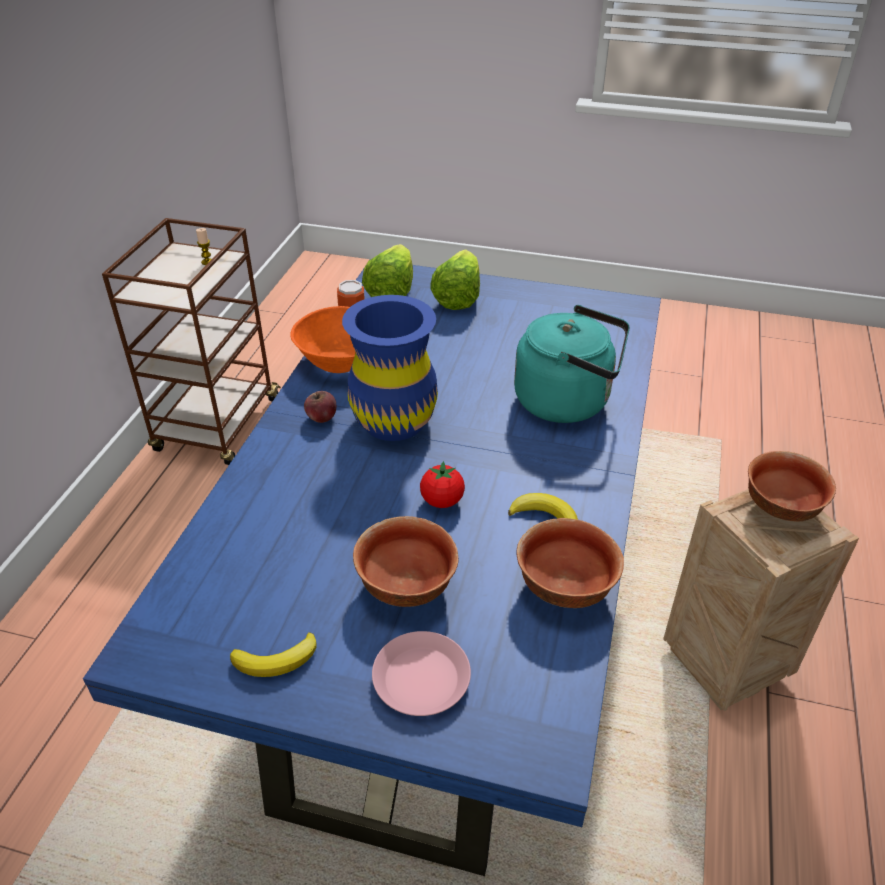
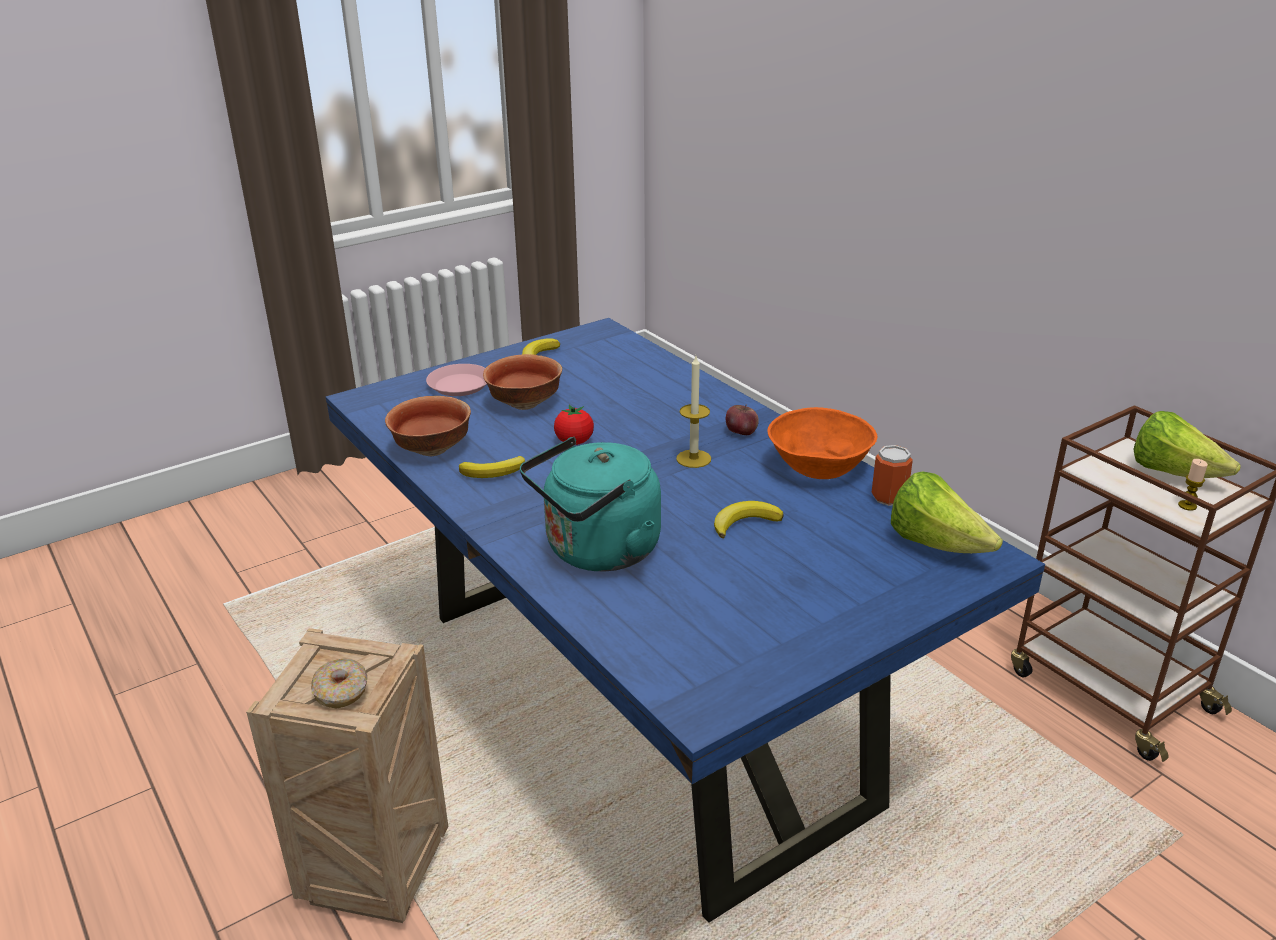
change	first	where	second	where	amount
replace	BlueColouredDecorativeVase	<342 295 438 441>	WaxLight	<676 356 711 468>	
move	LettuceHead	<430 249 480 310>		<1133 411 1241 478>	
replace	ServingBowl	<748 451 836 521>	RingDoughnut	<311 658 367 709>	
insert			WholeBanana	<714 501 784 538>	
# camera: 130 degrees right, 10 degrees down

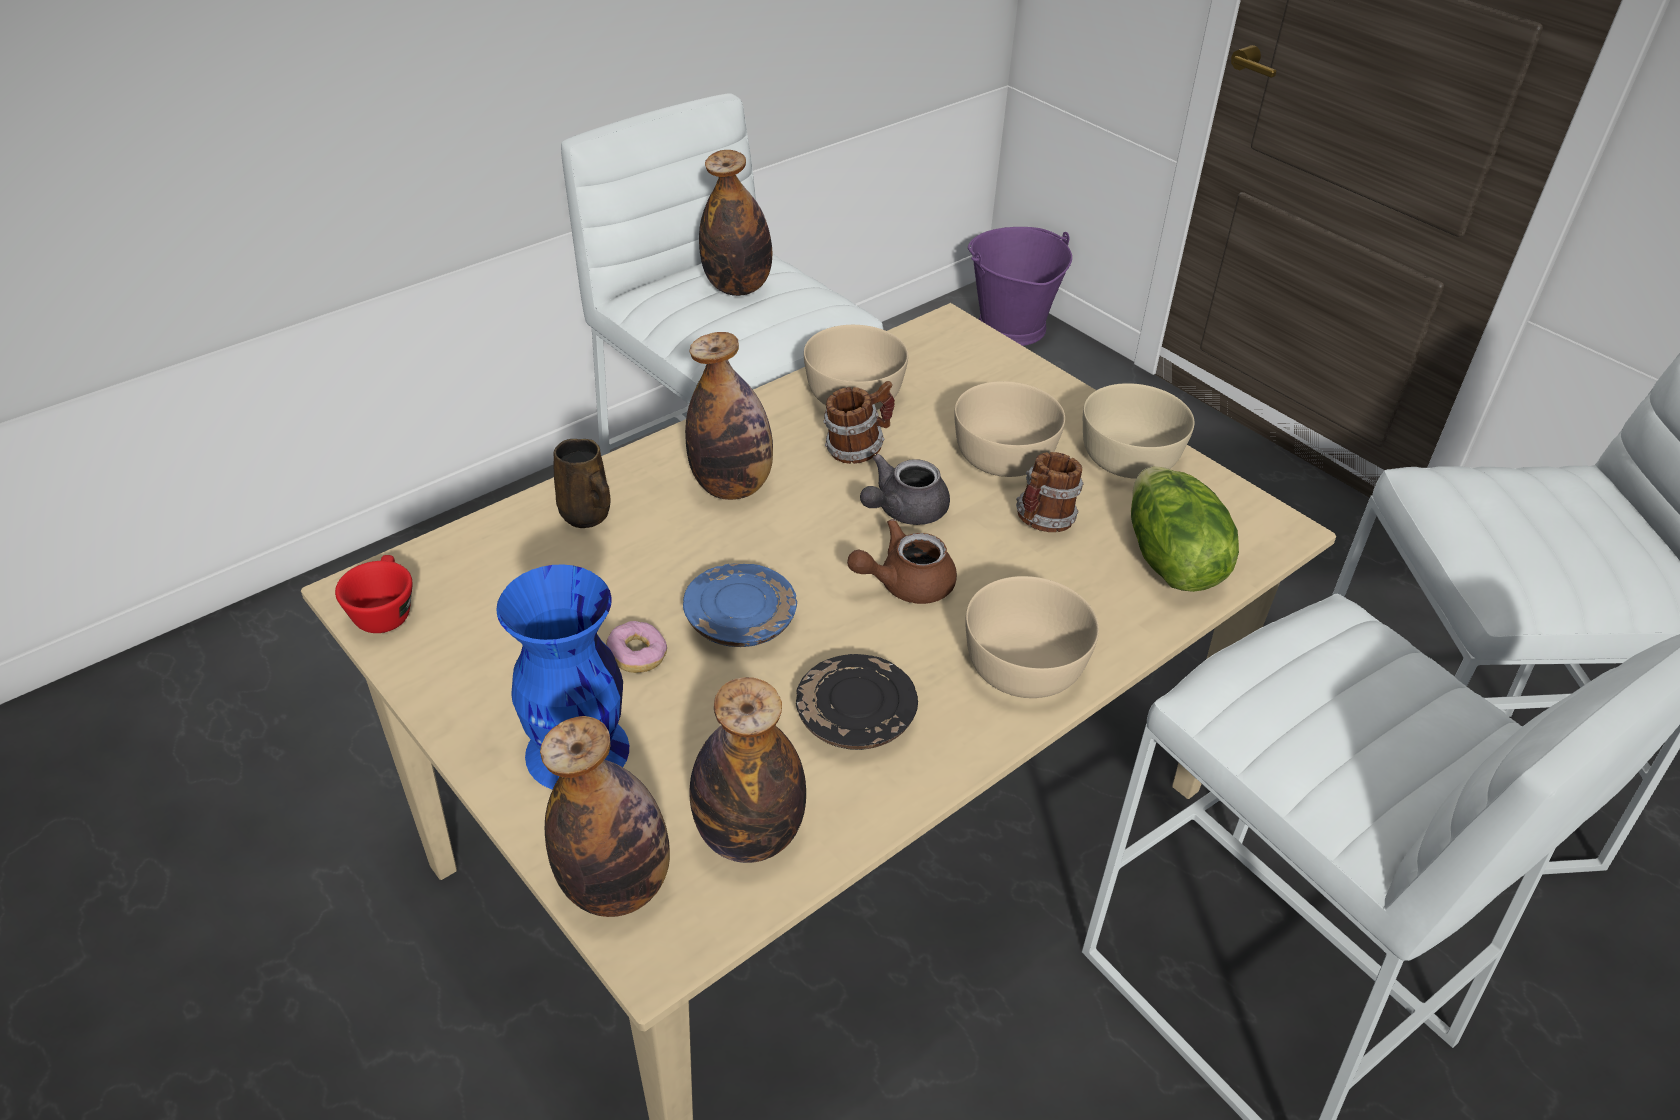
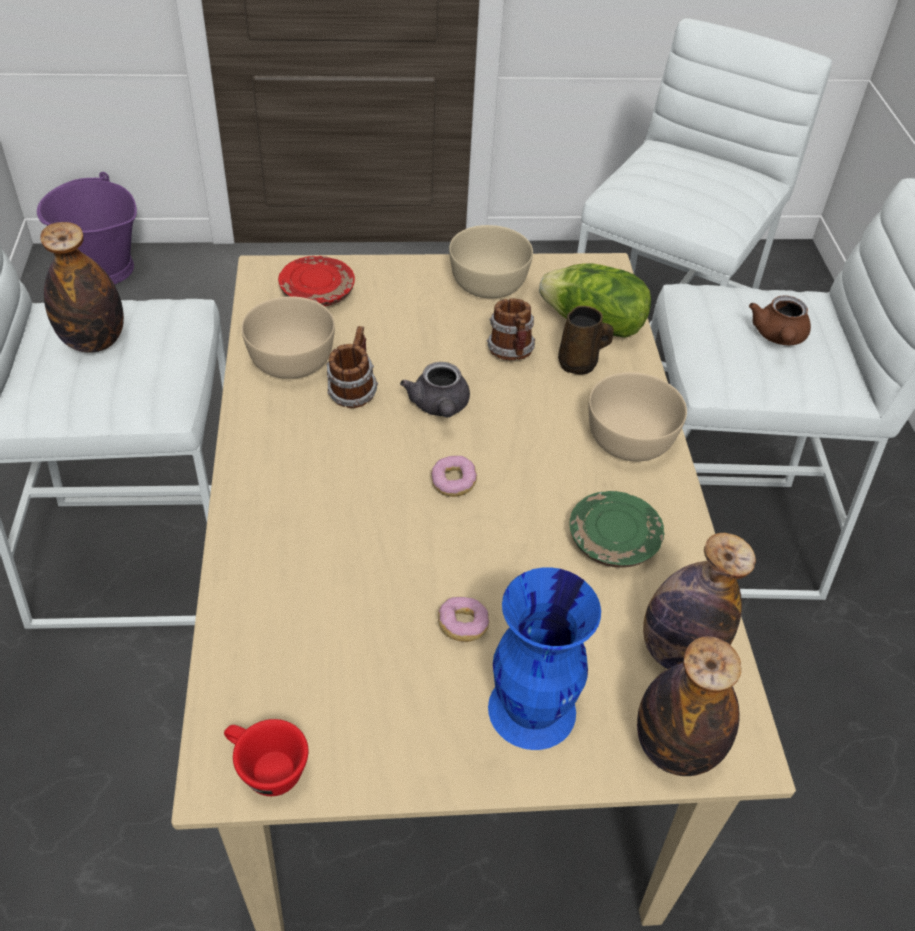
change	first	where	second	where	amount
move	BrownMug	<553 439 611 528>		<558 306 614 375>	
delete	BlueColouredPlate	<683 563 797 647>			
delete	Bottle	<685 332 773 500>			
recolor	BlackishPlate	<796 654 918 750>	GreenishPlate	<569 491 665 568>	
move	BrownPotForTea	<847 519 957 604>		<749 295 811 345>	
delete	SandColouredServingBowl	<954 381 1065 477>			
insert			RedPlate	<278 256 355 306>	
insert			RingDoughnut	<431 456 477 497>	
# camera: 55 degrees left, 5 degrees up

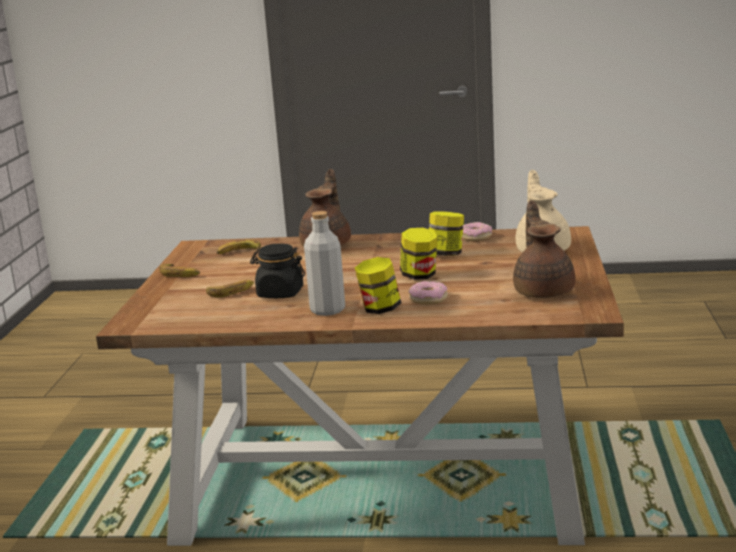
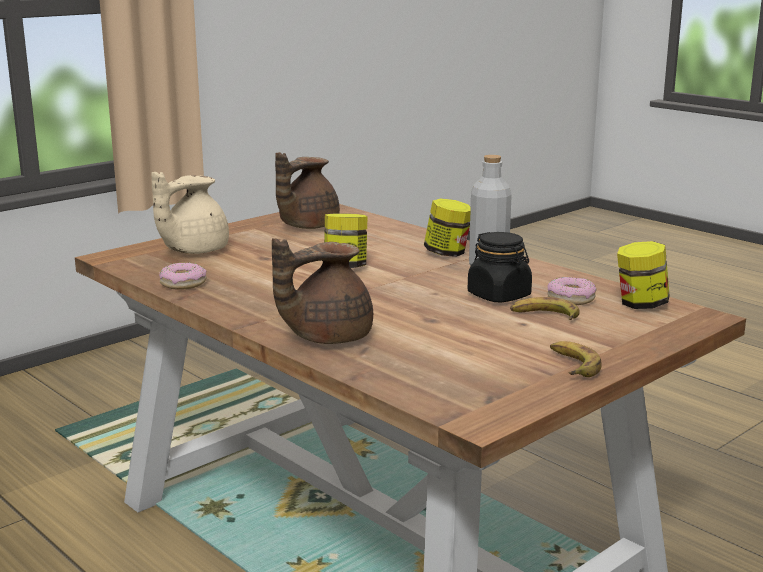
change	first	where	second	where	amount
delete	WholeBanana	<216 239 261 254>			
move	RingDoughnut	<409 281 448 305>		<548 277 597 305>	
move	PreserveJar	<429 212 464 256>		<617 241 670 309>	
# camera: 140 degrees left, 0 degrees up

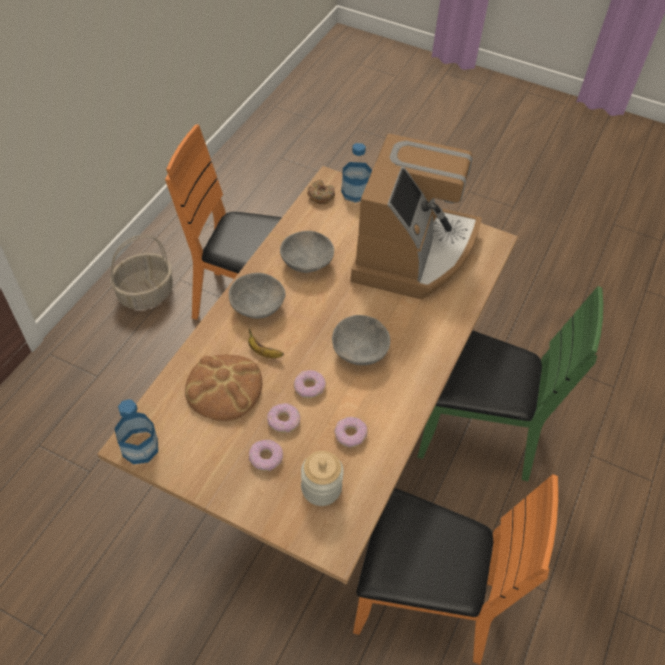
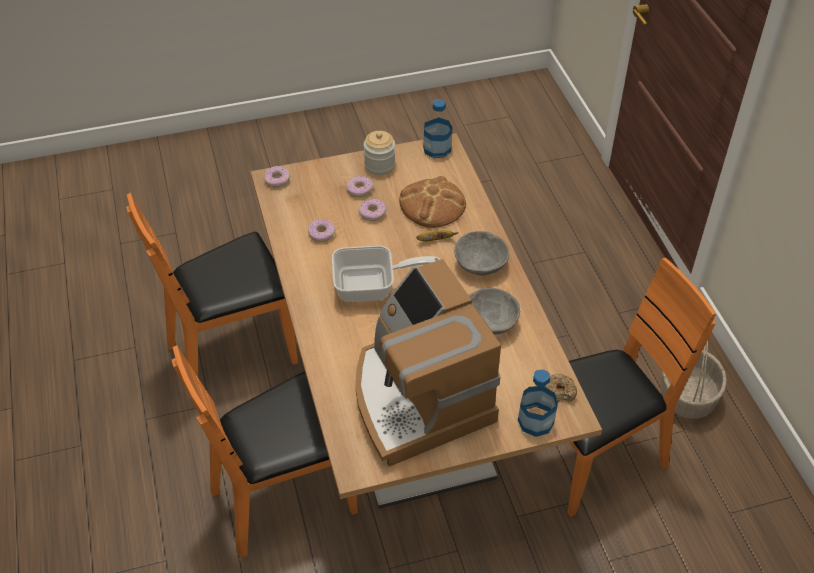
change	first	where	second	where	amount
move	RingDoughnut	<294 370 326 398>		<264 166 290 187>	
move	PreserveJar	<301 451 344 506>		<364 131 395 175>	
replace	GreyServingBowl	<332 315 390 365>	FryingPan	<332 245 440 302>	
recolor	GreenishUprightChair	<417 286 603 481>	OrangeUprightChair	<172 345 358 558>	
# camera: 140 degrees right, 5 degrees down

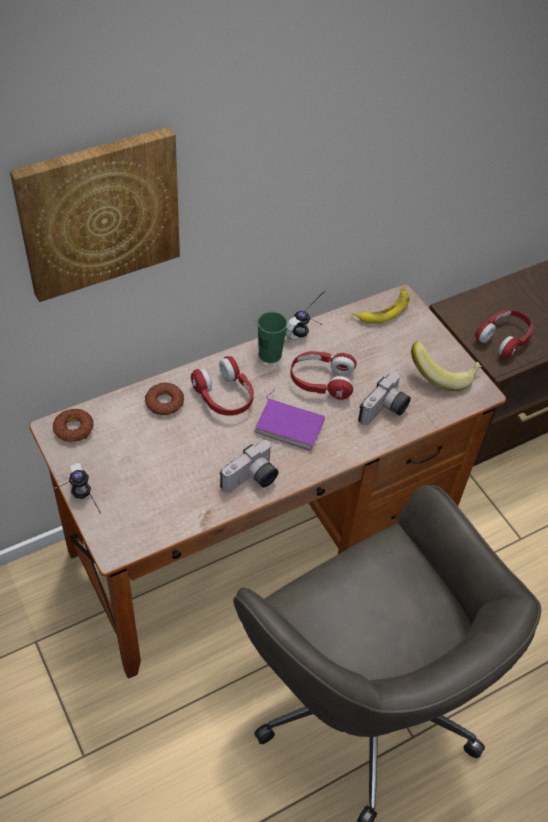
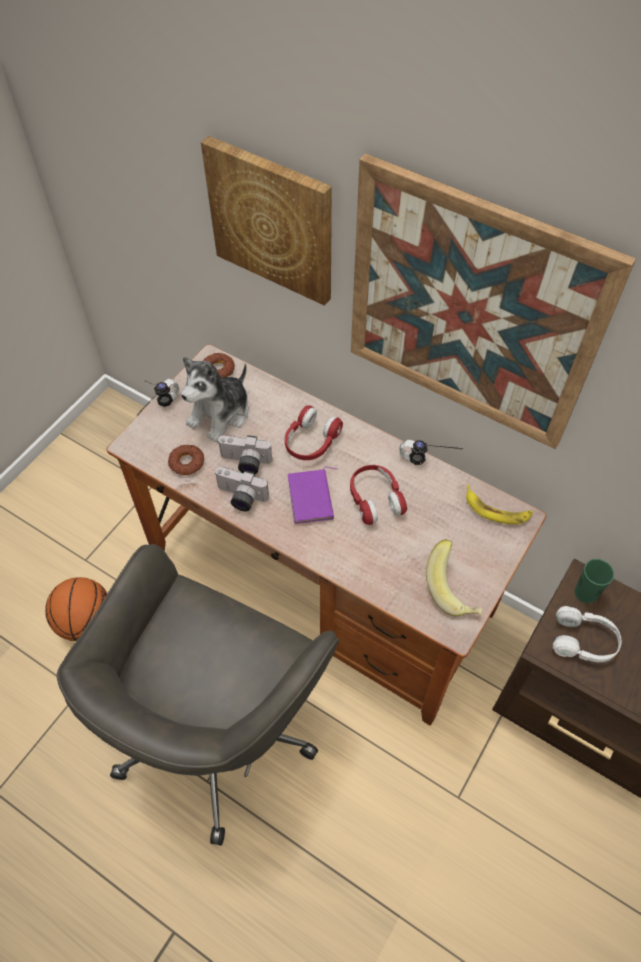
change	first	where	second	where	amount
move	RingDoughnut	<145 382 184 415>		<168 445 204 475>	
move	GreenishDrinkingCup	<258 312 287 363>		<575 559 614 603>	
move	PhotoCamera	<358 372 411 426>		<217 435 272 474>	
recolor	RedHeadset	<475 310 533 359>	WhitishHeadset	<553 606 621 662>	
insert			BallForBasketball	<45 577 108 641>	
insert			PlushToy	<181 357 248 442>	
insert			WallArt	<351 153 636 449>	
# camera: 65 degrees right, 5 degrees up

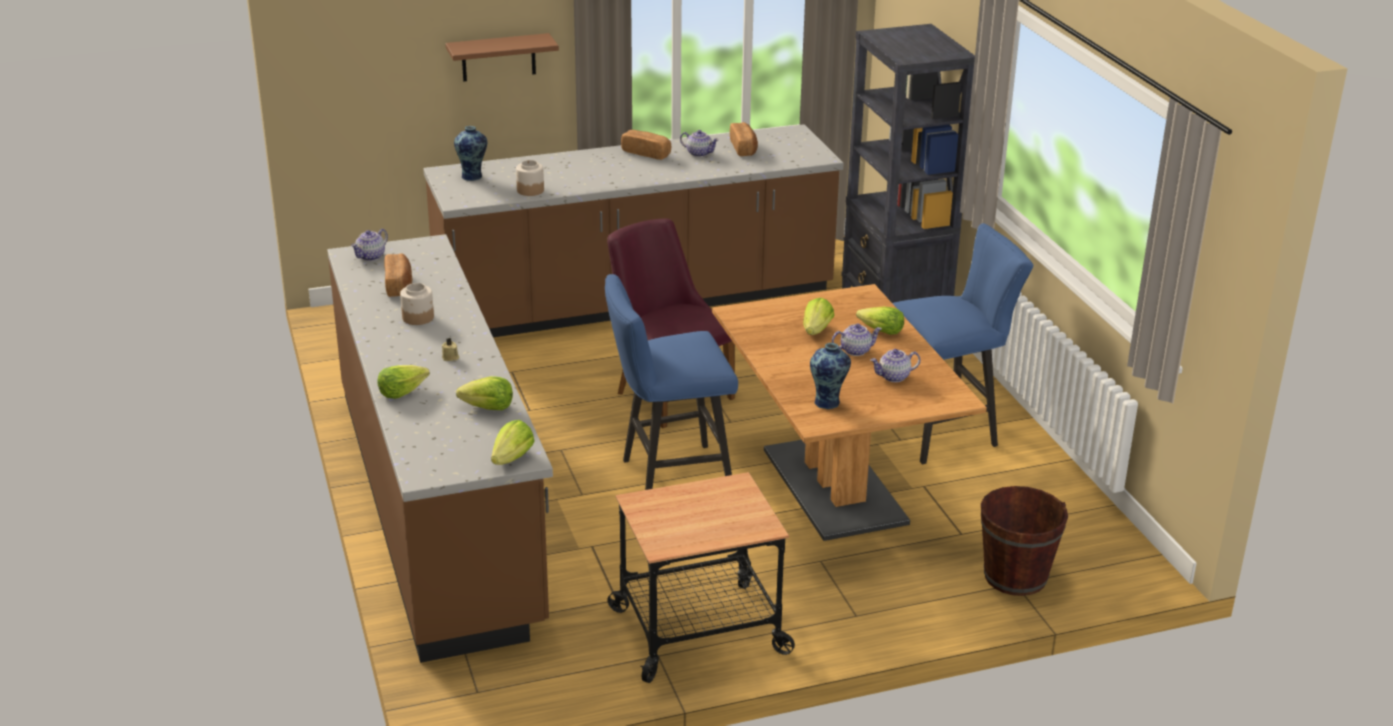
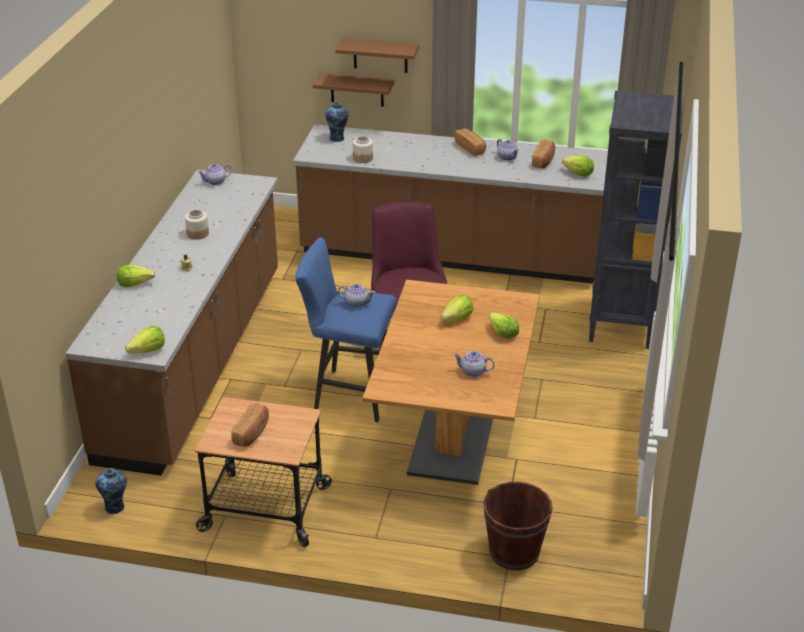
change	first	where	second	where	amount
move	BakeryBread	<384 253 412 297>		<231 403 269 447>	
move	LettuceHead	<456 376 513 410>		<562 156 594 177>	
move	DecorativeVase	<810 343 851 410>		<95 468 127 514>	
move	PotForTea	<832 324 882 356>		<338 284 375 308>	
delete	BlueColouredSittingStool	<892 223 1033 465>			
insert			BrownWallShelf	<313 73 394 107>	
# camera: 30 degrees right, 5 degrees up

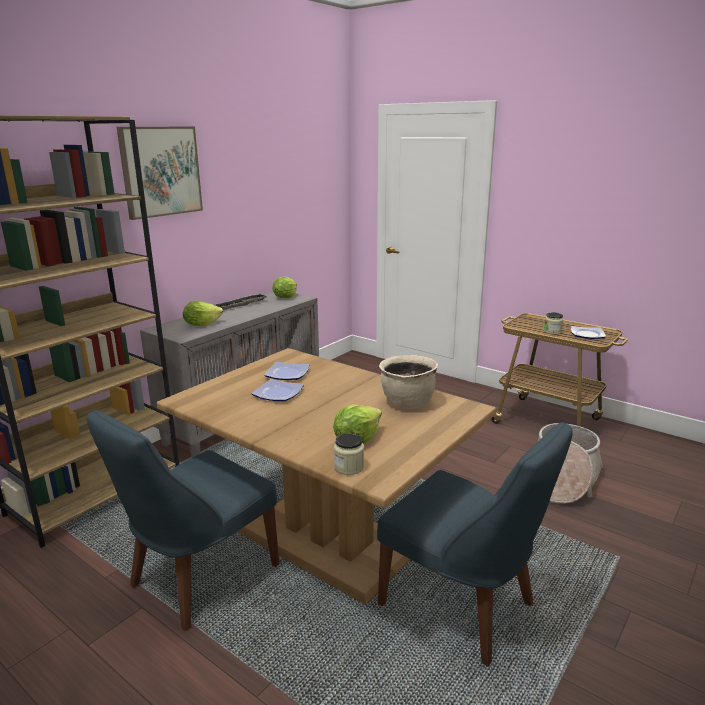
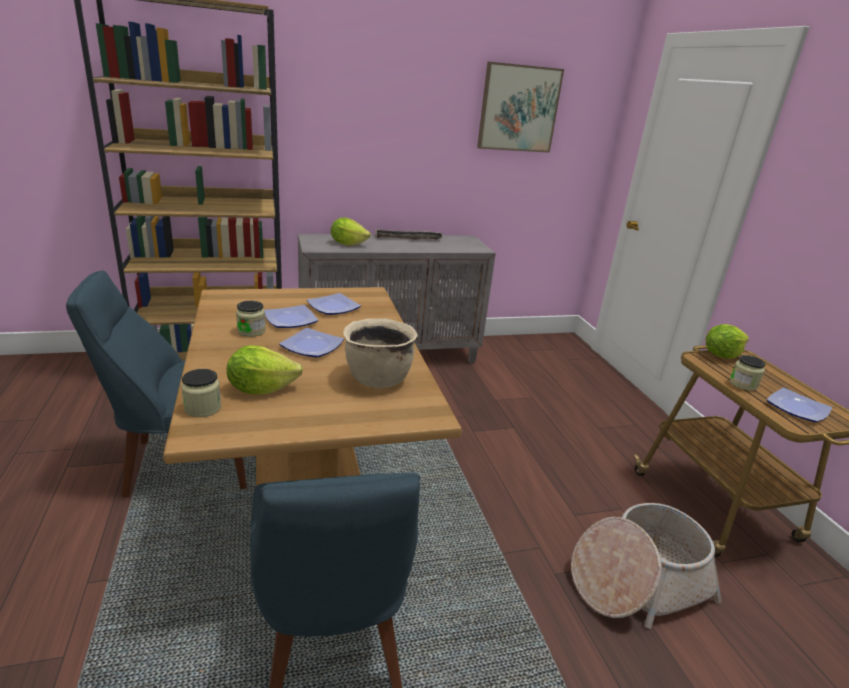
change	first	where	second	where	amount
move	WallArt	<117 127 203 220>		<477 62 564 153>	
move	LettuceHead	<273 277 297 298>		<706 324 749 359>	
insert			PreserveJar	<236 301 266 337>	
insert			Plate	<279 328 344 358>	
# camera: 35 degrees right, 5 degrees up

